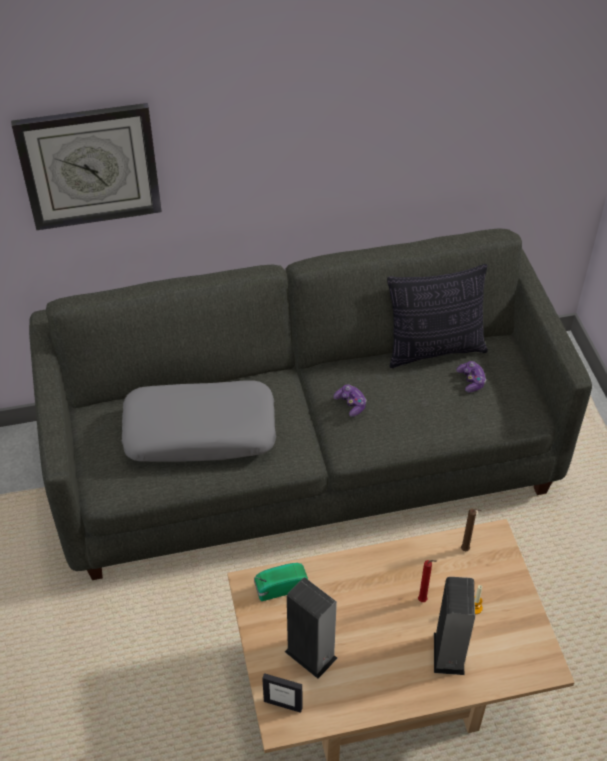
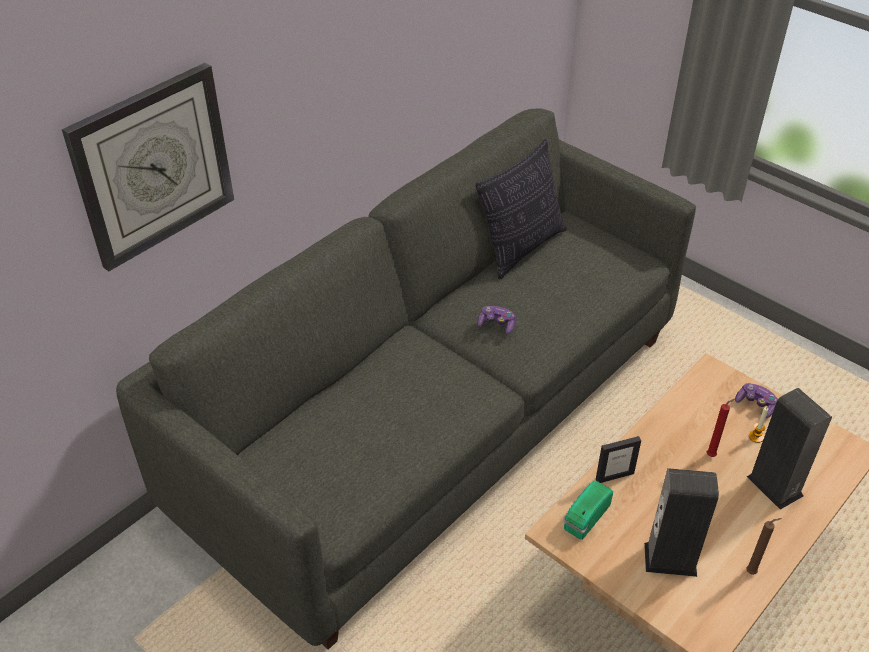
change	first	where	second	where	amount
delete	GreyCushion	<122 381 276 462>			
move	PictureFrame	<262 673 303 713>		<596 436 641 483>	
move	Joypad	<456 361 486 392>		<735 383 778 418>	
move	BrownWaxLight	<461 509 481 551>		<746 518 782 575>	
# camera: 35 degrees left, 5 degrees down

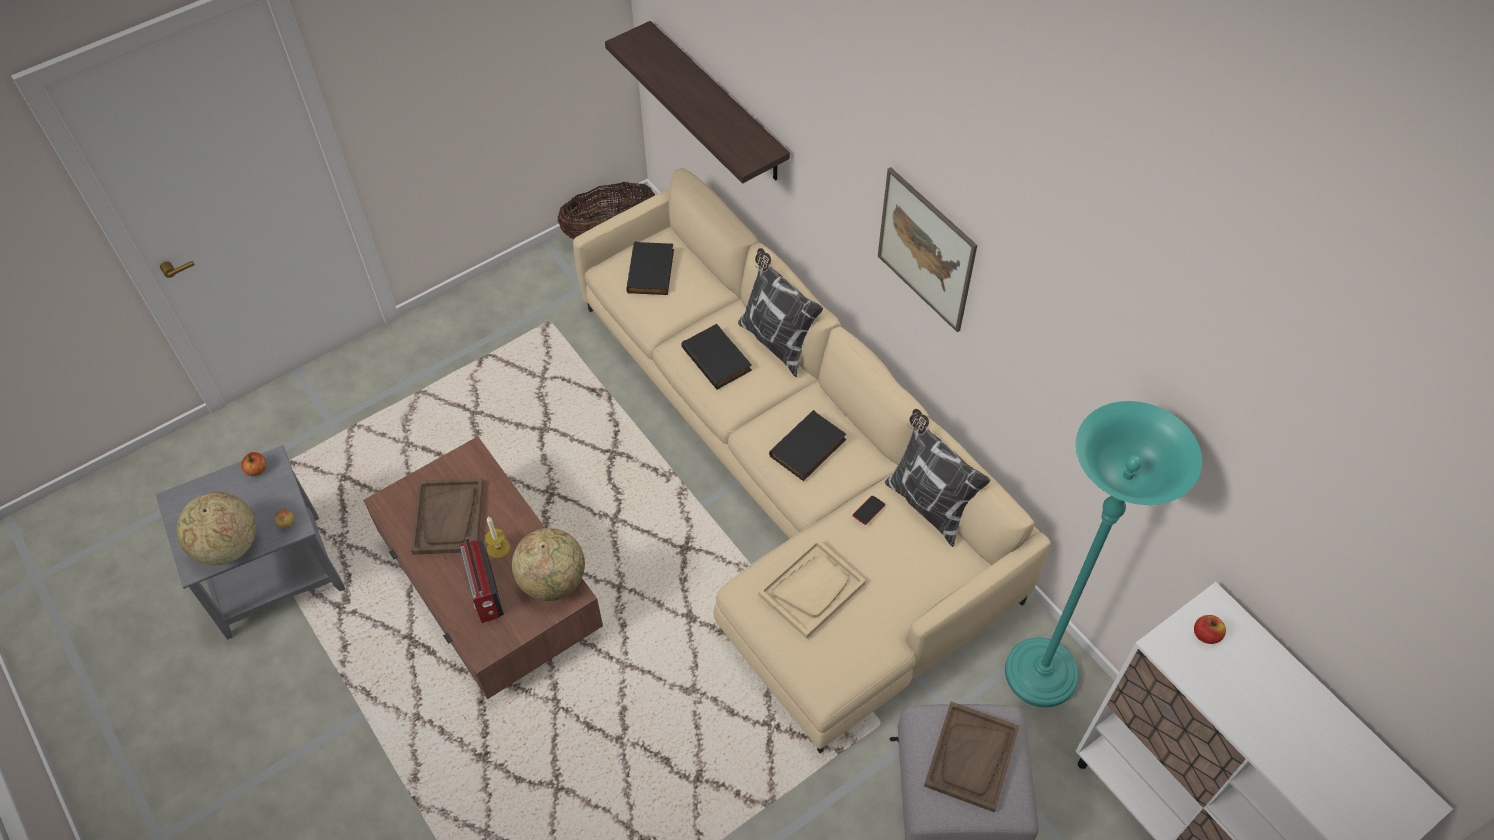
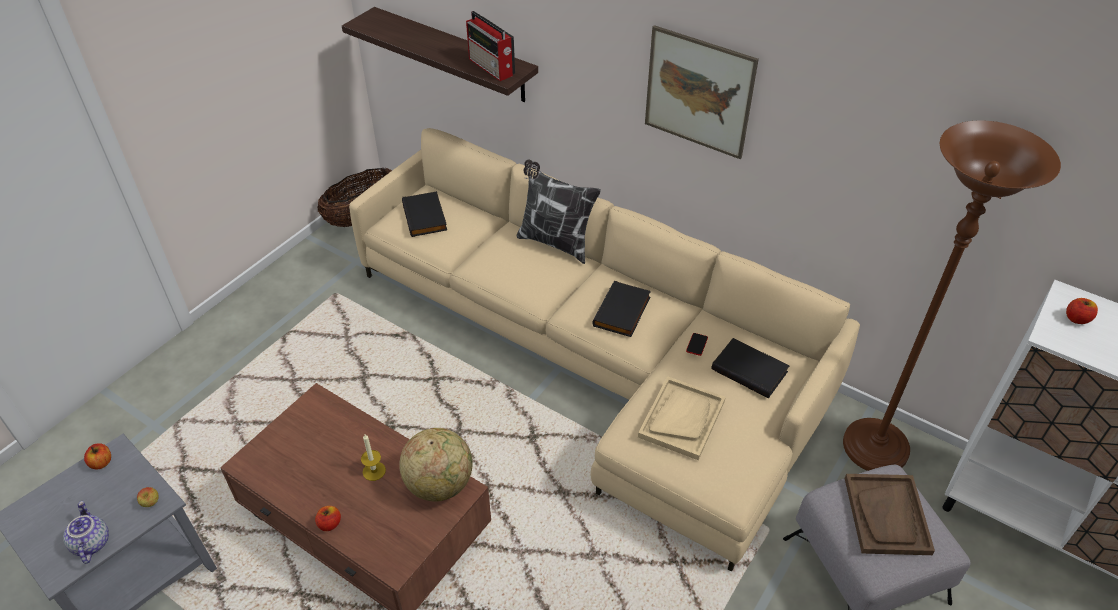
change	first	where	second	where	amount
replace	WorldGlobe	<177 492 256 565>	PotForTea	<63 501 109 564>	
delete	BrownTray	<411 478 483 555>			
move	Radio	<459 538 504 623>		<466 11 515 81>	
move	BlackishBoundBook	<681 324 752 390>		<711 338 789 398>	
delete	Cushion	<885 409 991 547>			
recolor	TurquoiseColouredStandingLamp	<1005 401 1202 708>	BrownStandingLamp	<843 120 1061 471>	
insert			Apple	<315 506 341 531>	
# camera: 20 degrees left, 10 degrees down

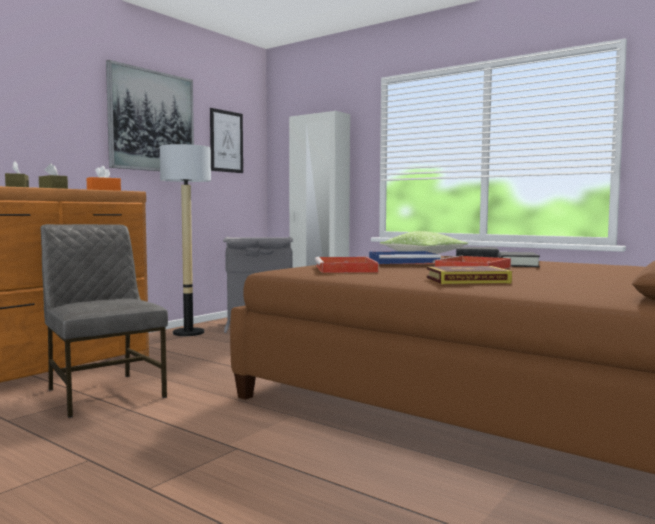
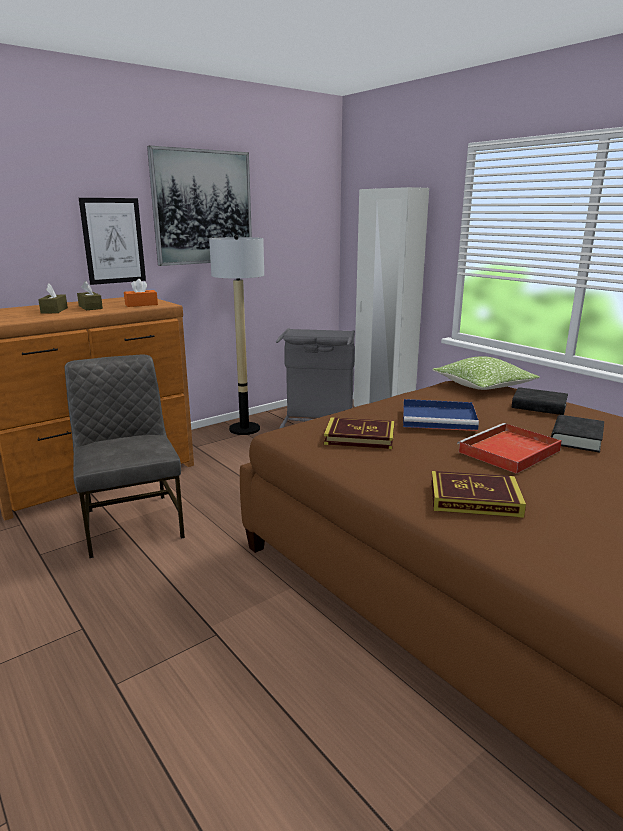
change	first	where	second	where	amount
move	WallArt	<210 108 243 173>		<79 198 146 285>	
replace	RedTray	<315 257 378 273>	BoundBook	<324 417 395 449>	
# camera: 15 degrees right, 15 degrees up

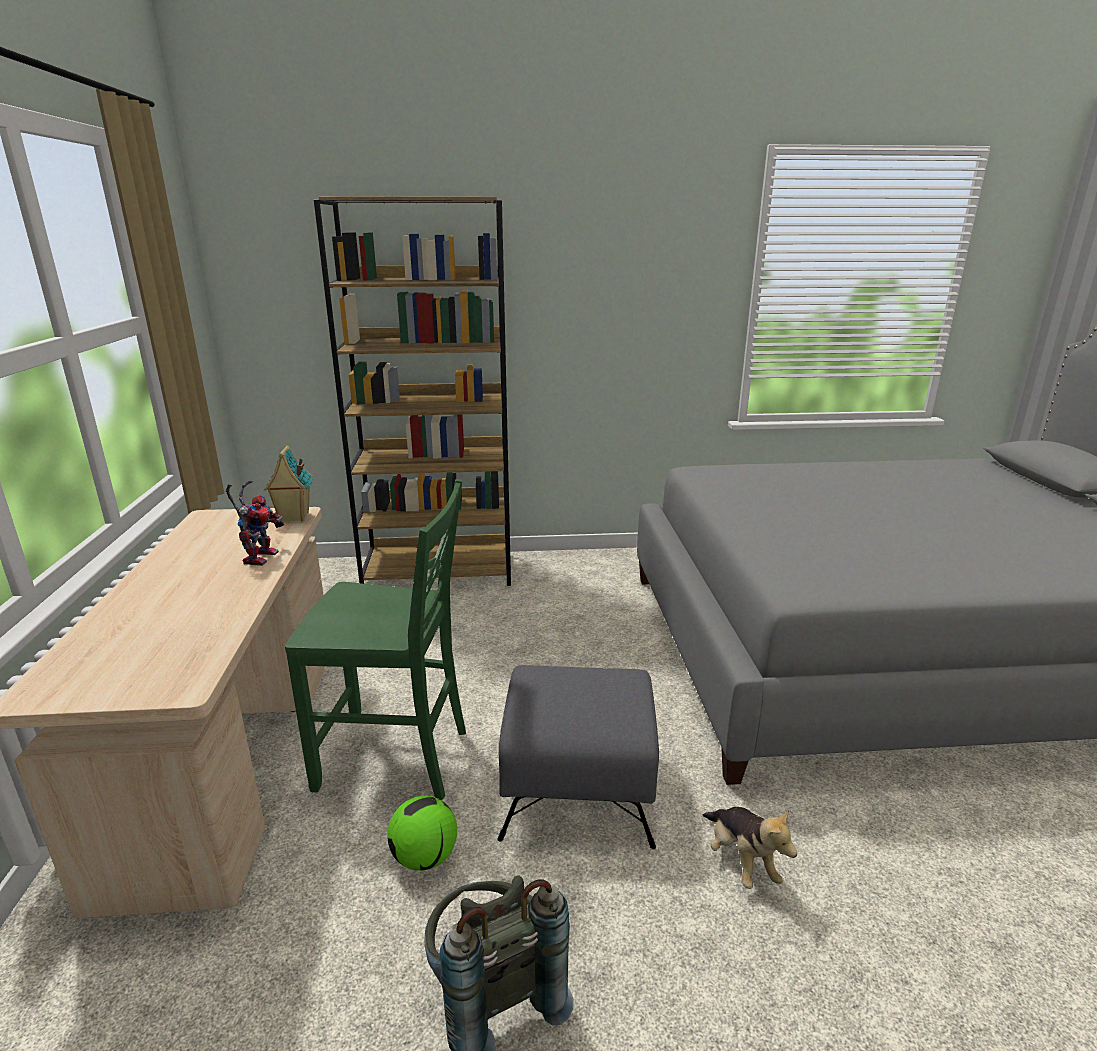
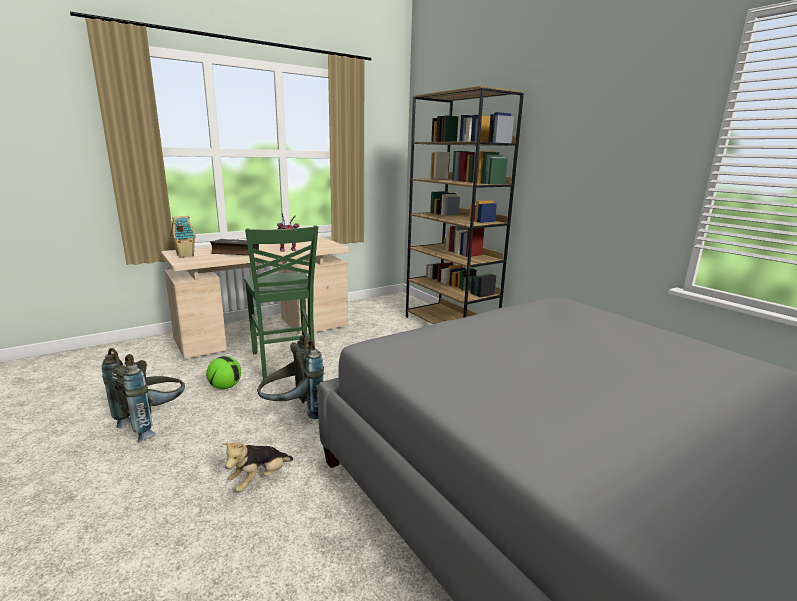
change	first	where	second	where	amount
move	ModelHouse	<264 445 314 522>		<170 216 196 258>	
replace	GreyOttoman	<498 665 659 849>	GreyKnapsack	<257 331 324 419>	
insert			BoundBook	<210 239 259 255>	
# camera: 60 degrees right, 5 degrees down

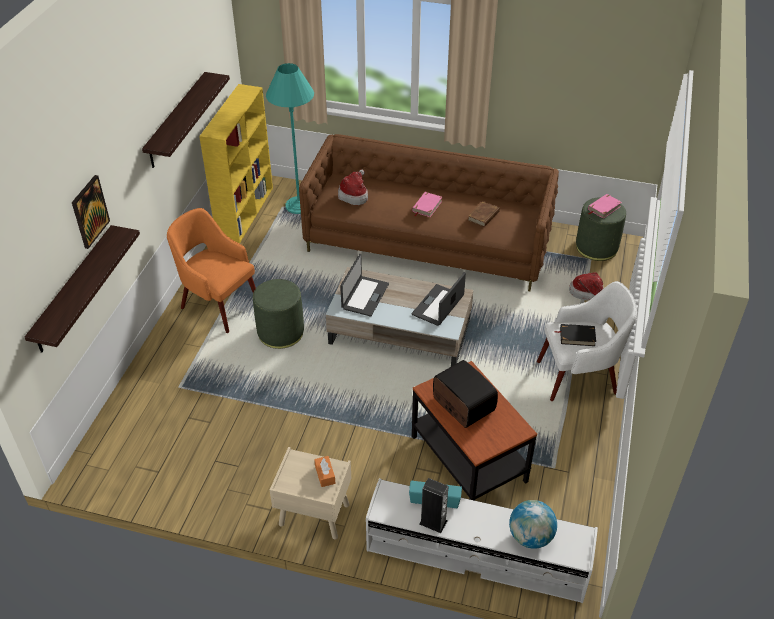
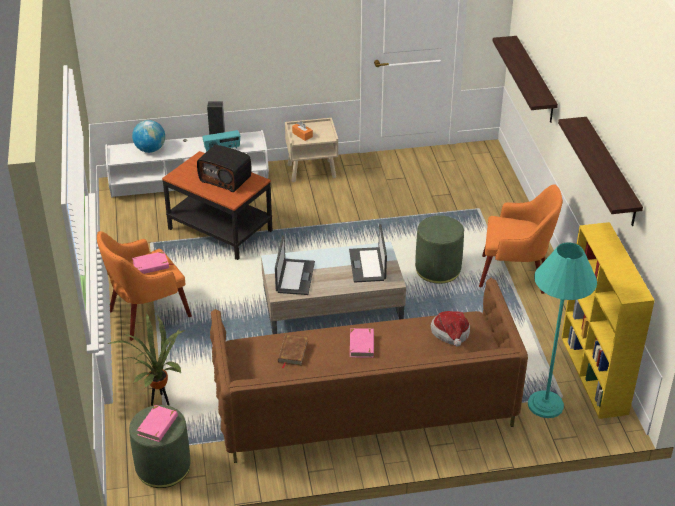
change	first	where	second	where	amount
delete	WallArt	<72 175 110 249>			
recolor	WhitishArmchair	<537 281 637 401>	OrangeArmchair	<97 231 192 341>	
recolor	BlackishBoundBook	<555 324 596 346>	PinkColouredBoundBook	<132 251 174 274>	
replace	Hat	<569 272 604 301>	PlantInAPot	<108 313 185 406>	
# camera: 155 degrees right, 5 degrees down

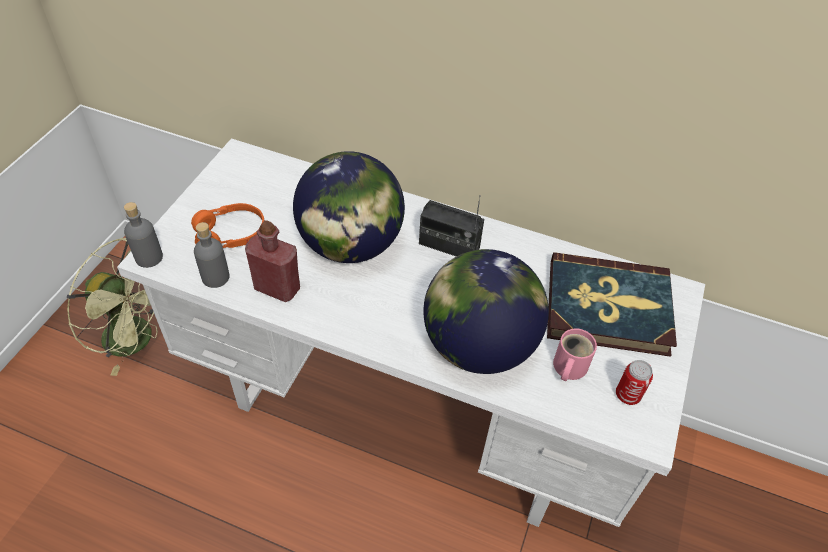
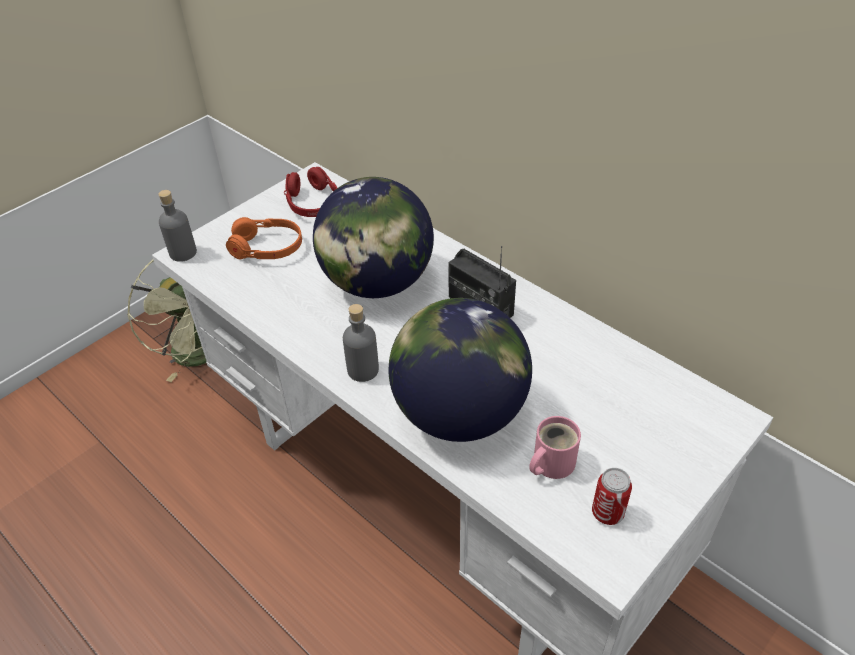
change	first	where	second	where	amount
move	GreyBottle	<194 222 230 288>		<343 304 379 382>	
delete	RedBottle	<245 220 300 302>			
delete	BoundBook	<547 252 677 357>			
insert			RedHeadset	<284 167 337 217>	
# camera: 25 degrees right, 5 degrees down

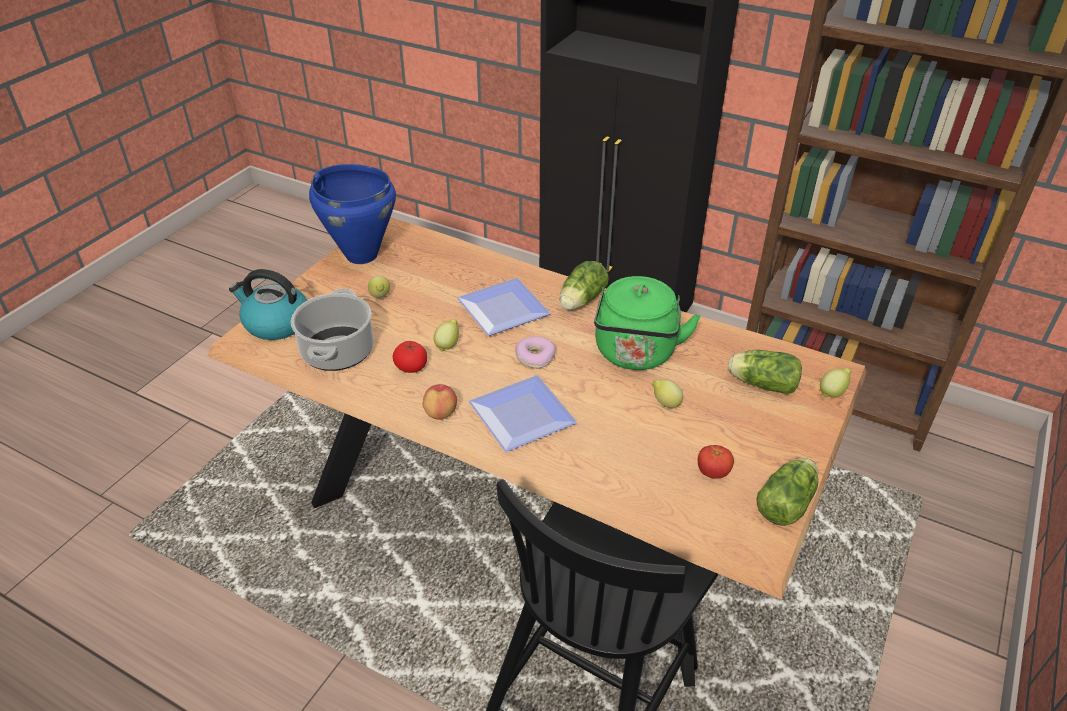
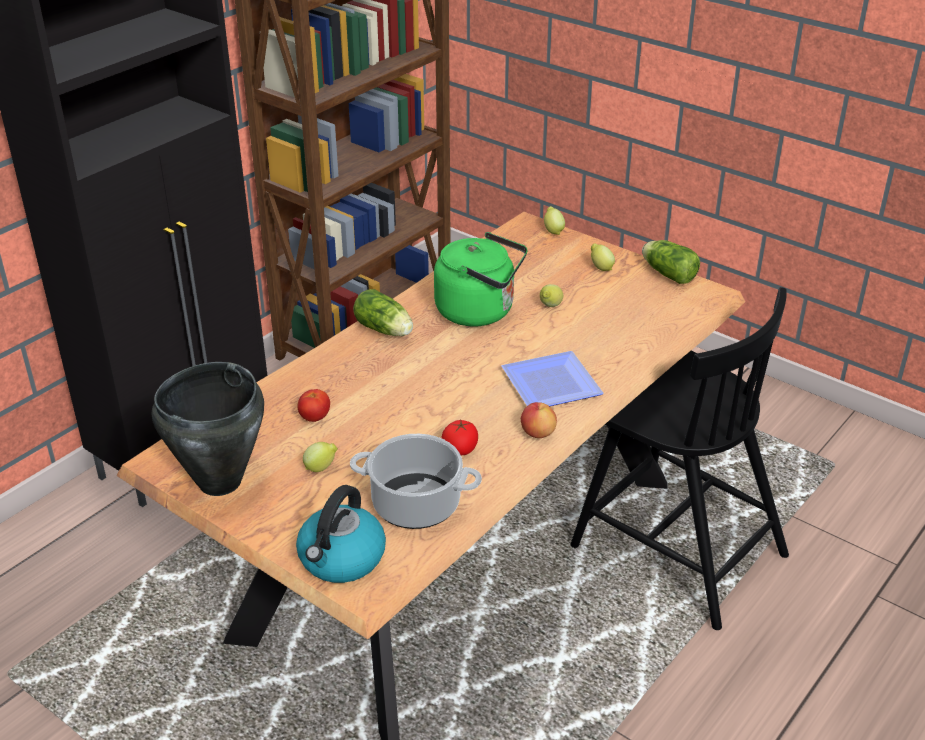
change	first	where	second	where	amount
recolor	BlueColouredStockpot	<309 164 396 264>	BlackishStockpot	<152 362 264 496>	
move	WholeLemon	<434 319 459 352>		<591 243 615 271>	
delete	Plate	<457 278 551 336>			
delete	RingDoughnut	<515 336 556 369>			
move	FreshTomato	<698 445 734 479>		<297 389 330 422>	
delete	LettuceHead	<728 350 802 394>			
# camera: 80 degrees left, 5 degrees down

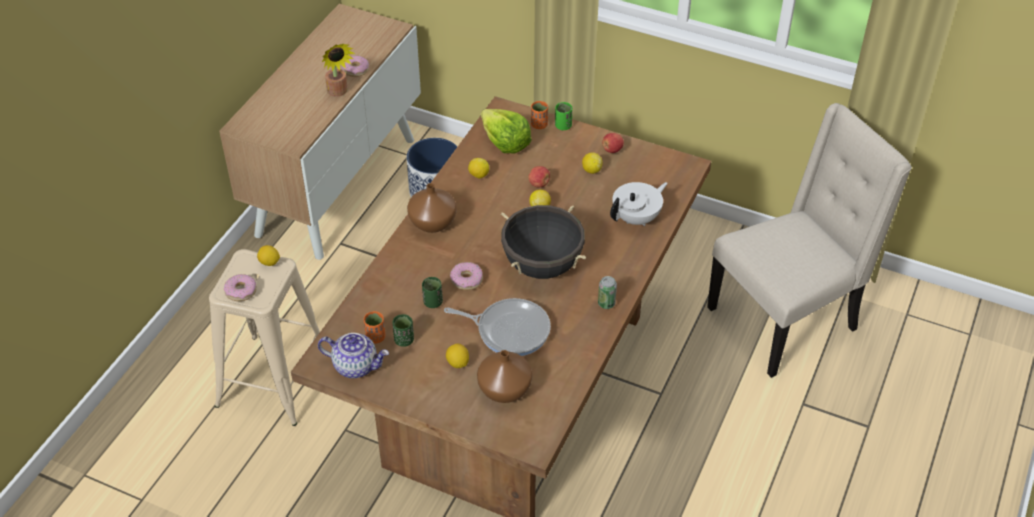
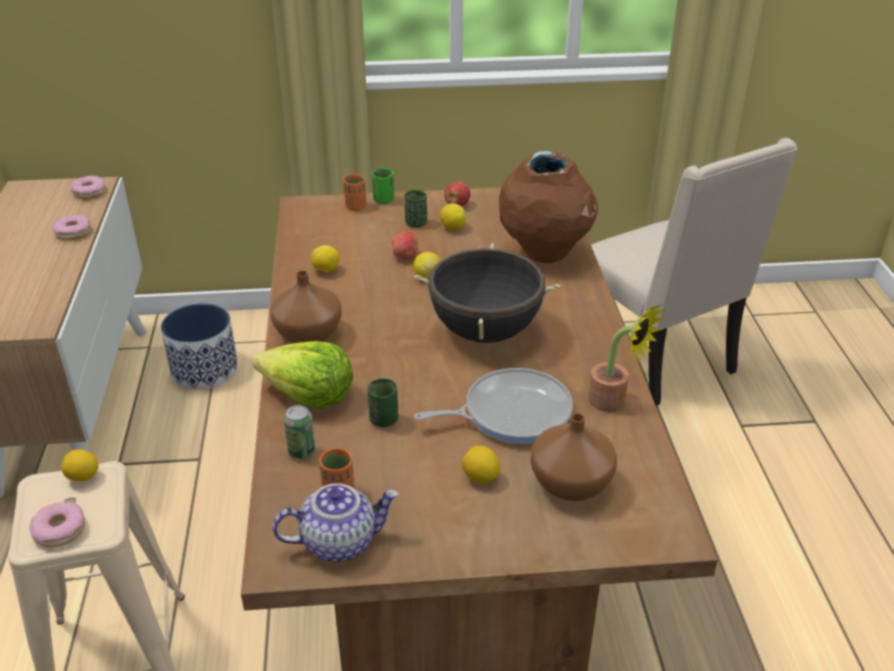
change	first	where	second	where	amount
move	PlantInAPot	<321 44 356 97>		<588 305 665 412>	
move	GreenishDrinkingCup	<393 314 414 347>		<404 190 427 228>	
move	RingDoughnut	<450 262 483 290>		<70 176 106 199>	
move	LettuceHead	<481 109 532 153>		<253 341 353 410>	
move	Can	<598 276 617 309>		<284 405 315 459>	
replace	WhitishPotForTea	<610 182 668 226>	BrownDecorativeVase	<499 151 598 263>	
rotate	SandColouredUprightChair	<707 103 912 378>		<591 138 798 406>	120 degrees clockwise
# camera: 30 degrees left, 10 degrees down

